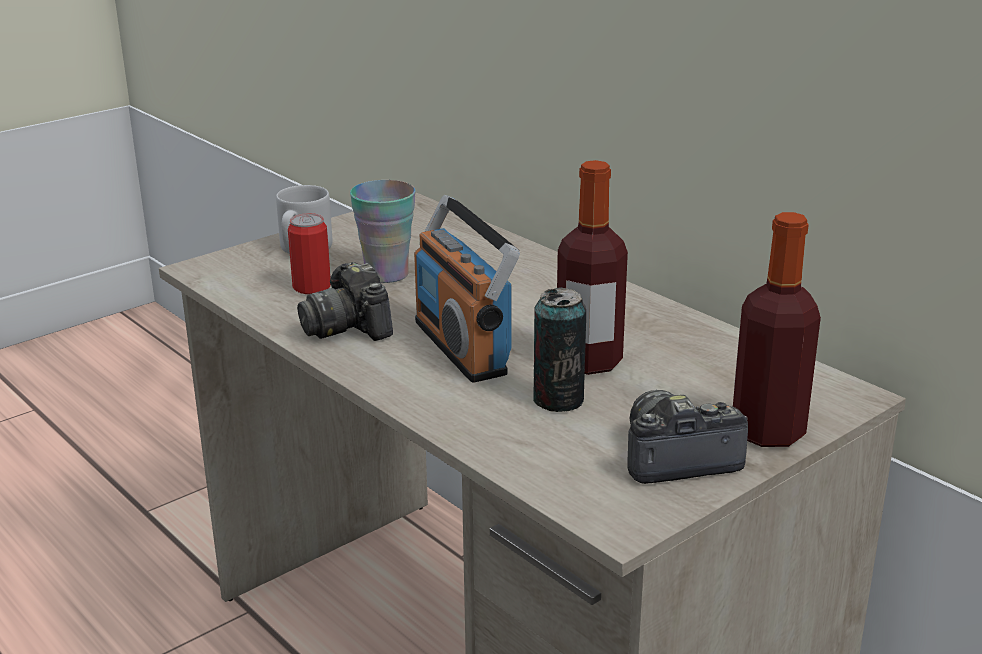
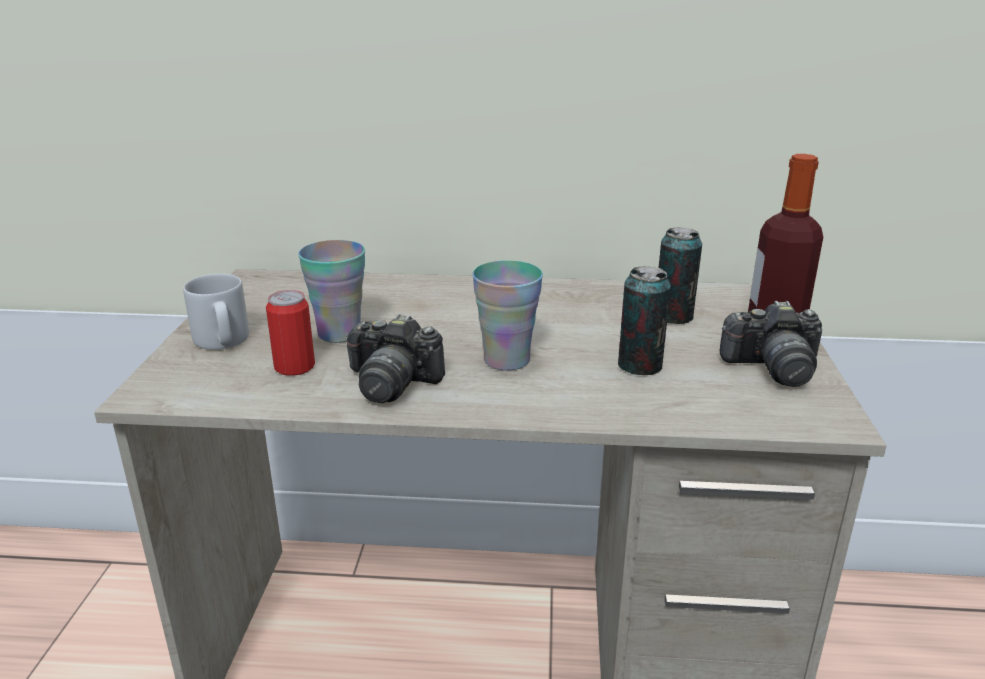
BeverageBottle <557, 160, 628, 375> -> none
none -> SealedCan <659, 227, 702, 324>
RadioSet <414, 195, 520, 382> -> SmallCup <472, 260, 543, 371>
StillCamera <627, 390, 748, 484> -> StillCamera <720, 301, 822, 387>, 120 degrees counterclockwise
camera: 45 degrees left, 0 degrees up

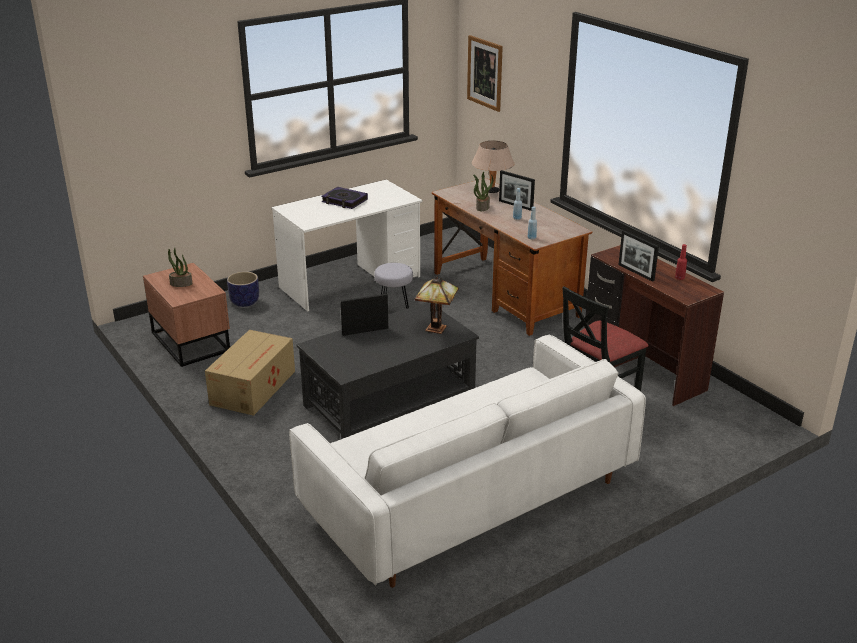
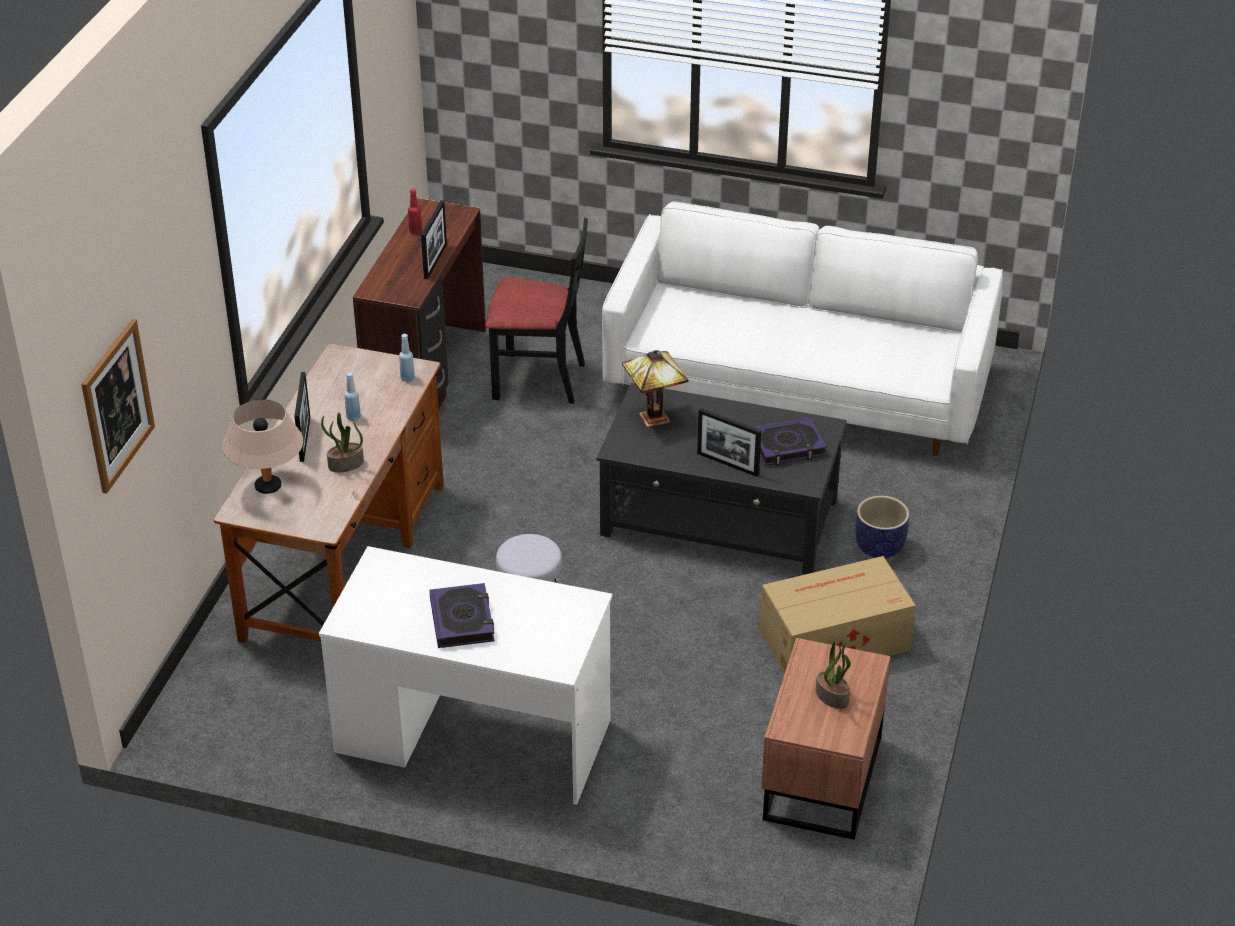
none -> Book <753, 417, 827, 466>
Planter <227, 271, 259, 307> -> Planter <855, 496, 910, 559>, relocated
camera: 130 degrees left, 10 degrees up

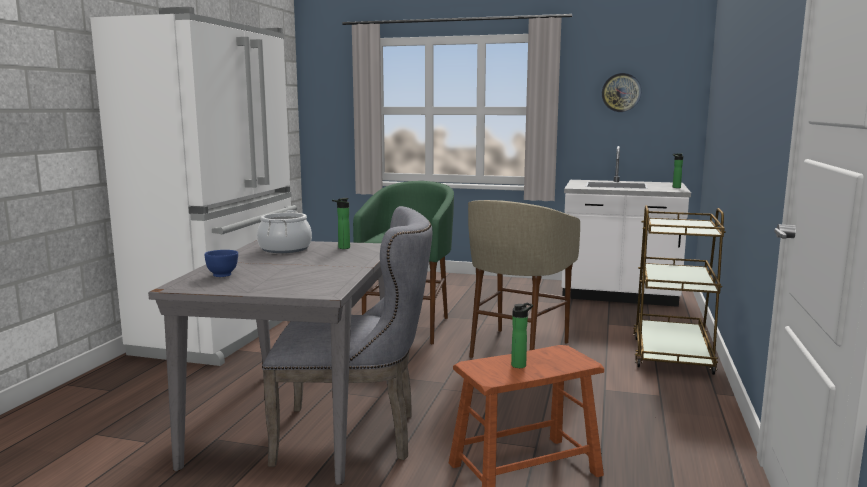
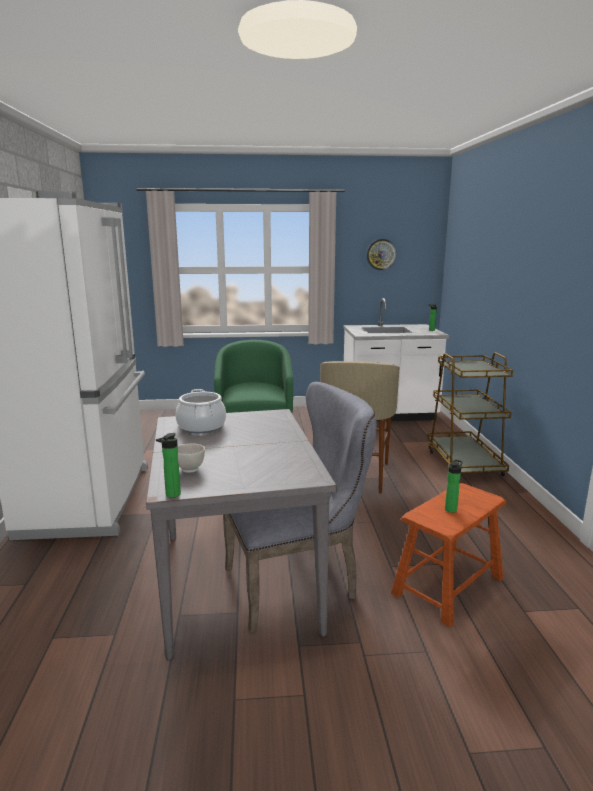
BeverageBottle <332, 198, 350, 249> -> BeverageBottle <156, 433, 181, 498>, relocated
BluishServingBowl <205, 250, 238, 277> -> WhitishServingBowl <178, 443, 205, 473>
camera: 20 degrees left, 5 degrees up

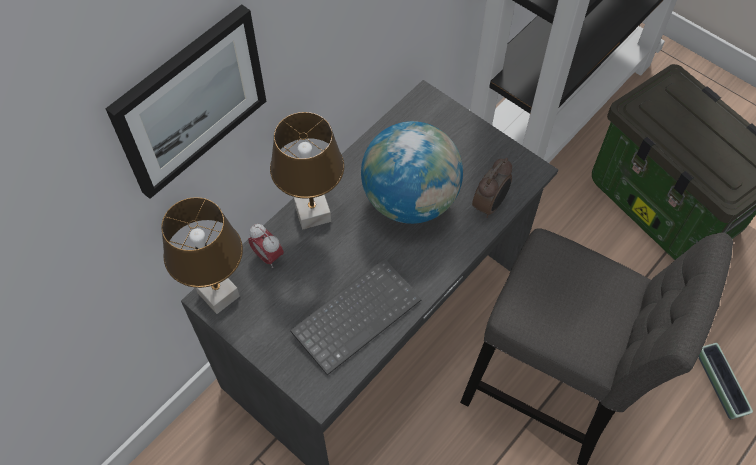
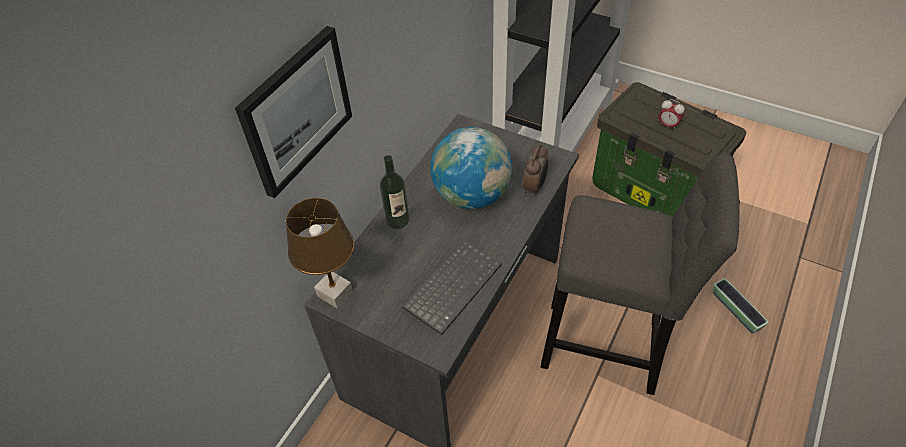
AlarmClock <249, 224, 284, 268> -> AlarmClock <659, 99, 685, 131>, relocated
BrownTabletopLamp <270, 112, 344, 229> -> BeverageBottle <380, 155, 410, 229>
camera: 10 degrees left, 10 degrees down

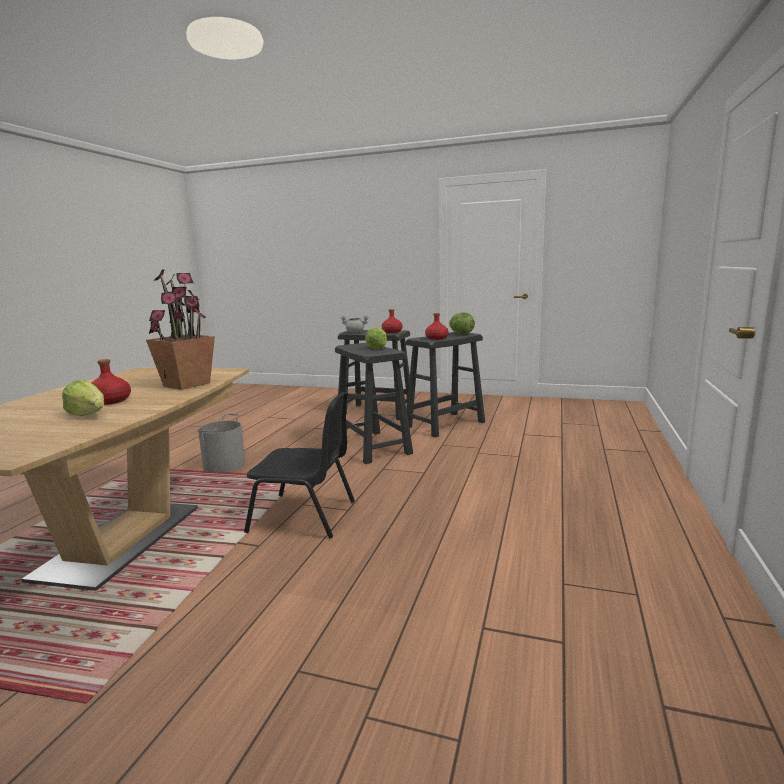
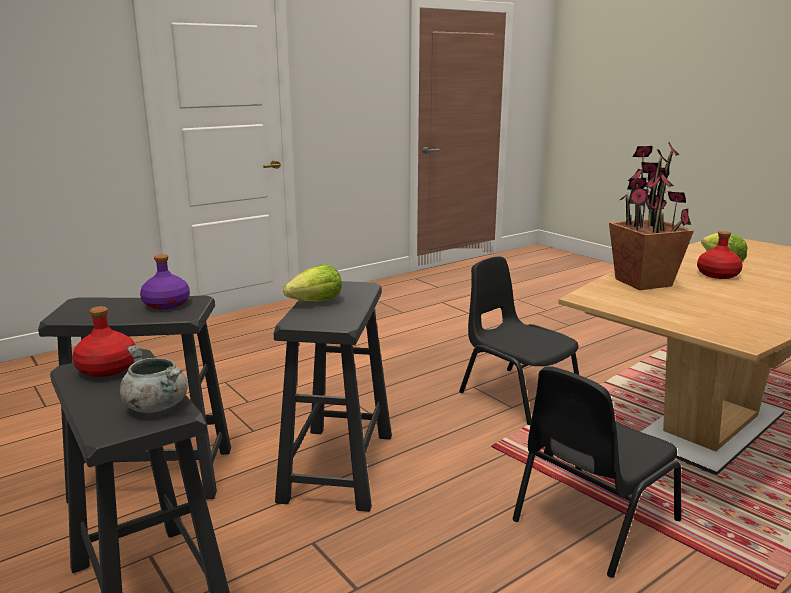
LettuceHead <449, 312, 475, 334> -> none
GreyWaterBucket <197, 414, 246, 472> -> BlackishUprightChair <513, 366, 681, 578>
RedColouredBeverageBottle <425, 313, 449, 340> -> PurplishBeverageBottle <140, 254, 190, 310>
camera: 145 degrees left, 5 degrees up

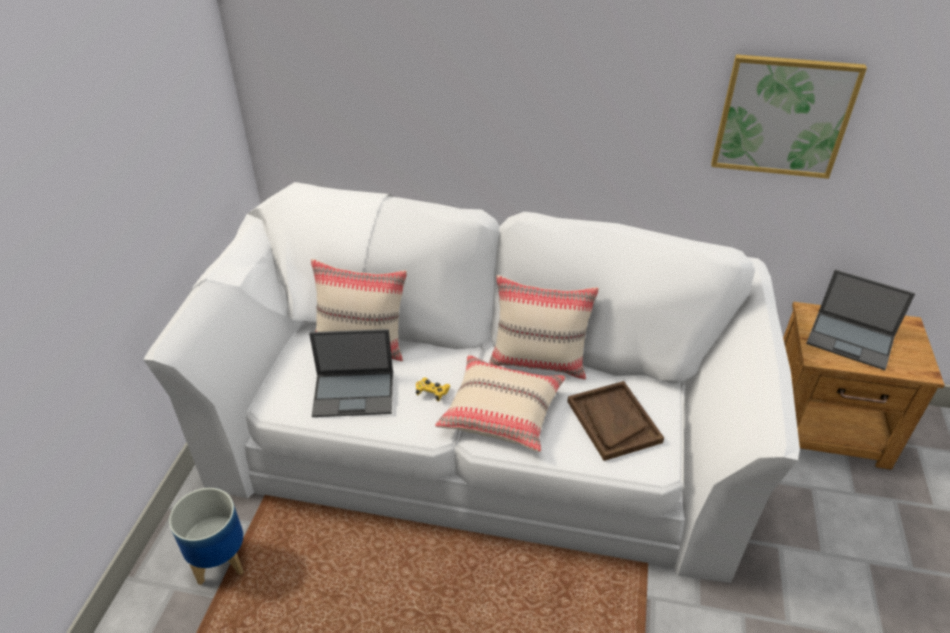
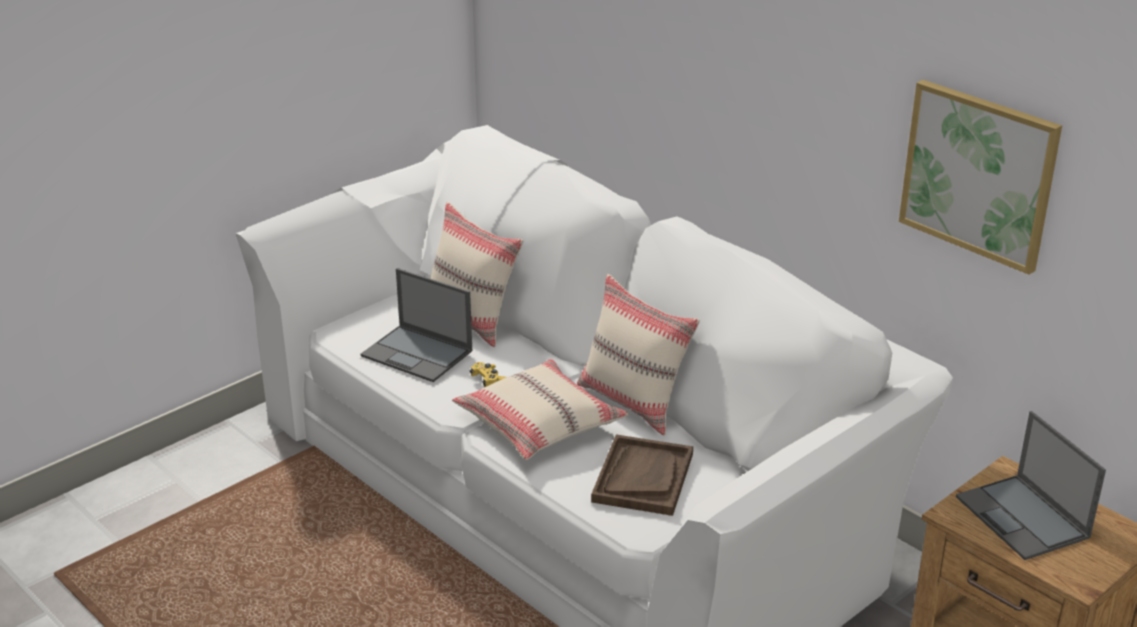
Planter <169, 488, 244, 585> -> none
camera: 35 degrees right, 10 degrees down

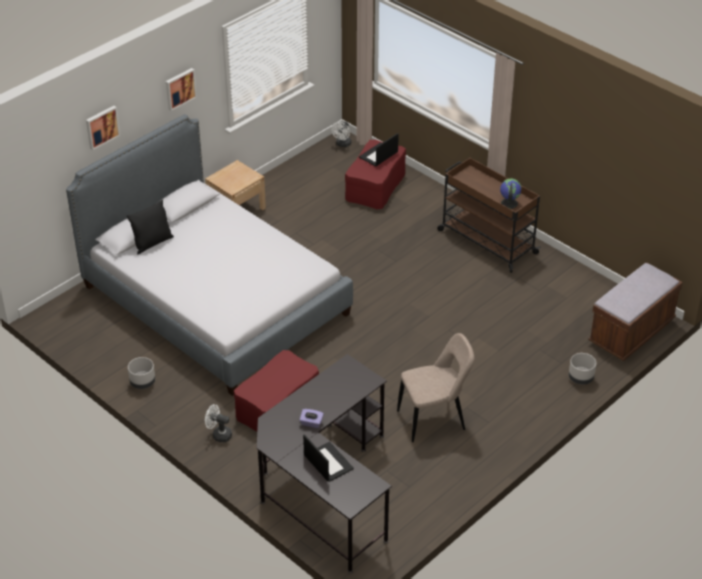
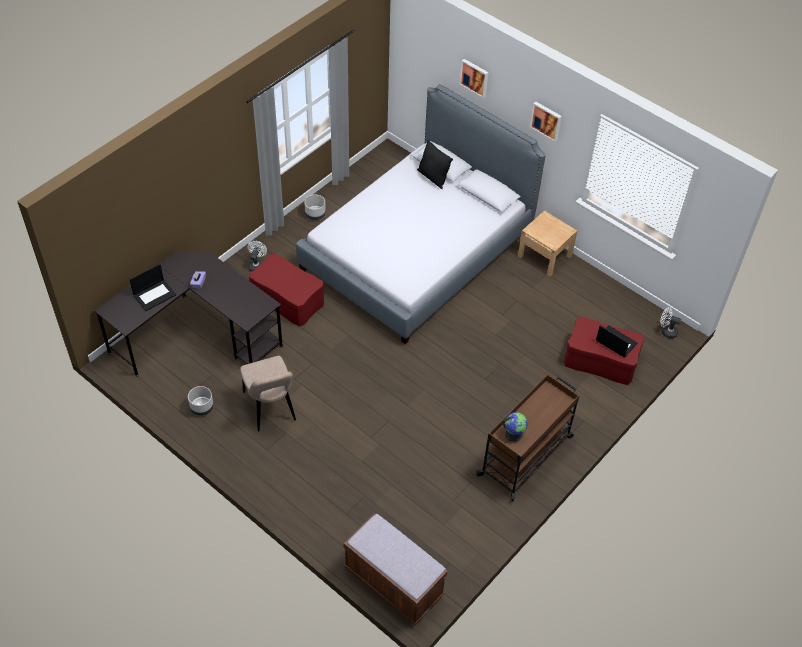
GreyPlanter <569, 353, 596, 385> -> GreyPlanter <188, 386, 214, 416>, relocated
camera: 85 degrees right, 10 degrees up

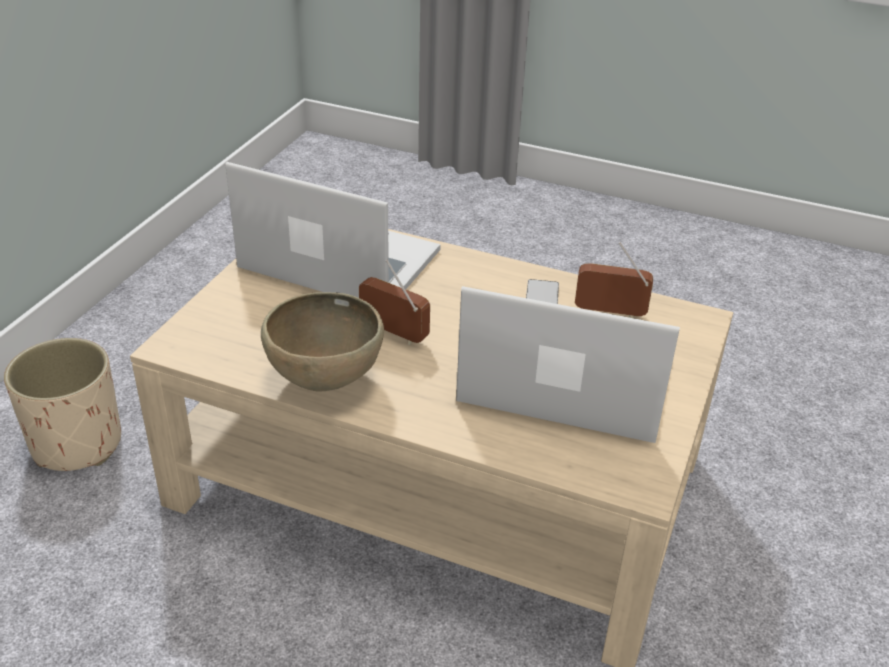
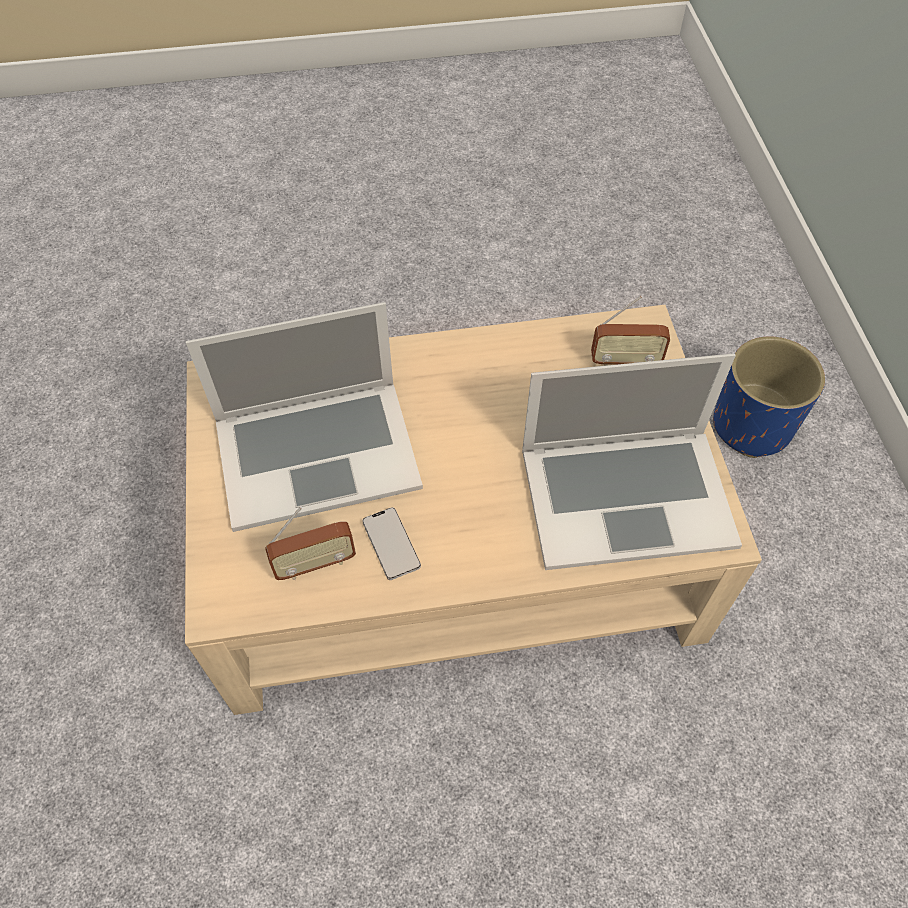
BrownServingBowl <261, 292, 384, 391> -> none
RadioSet <359, 260, 430, 345> -> RadioSet <591, 296, 670, 366>, relocated
BeigeColouredPlanter <4, 338, 121, 471> -> BluishPlanter <713, 336, 825, 458>
camera: 150 degrees right, 20 degrees up

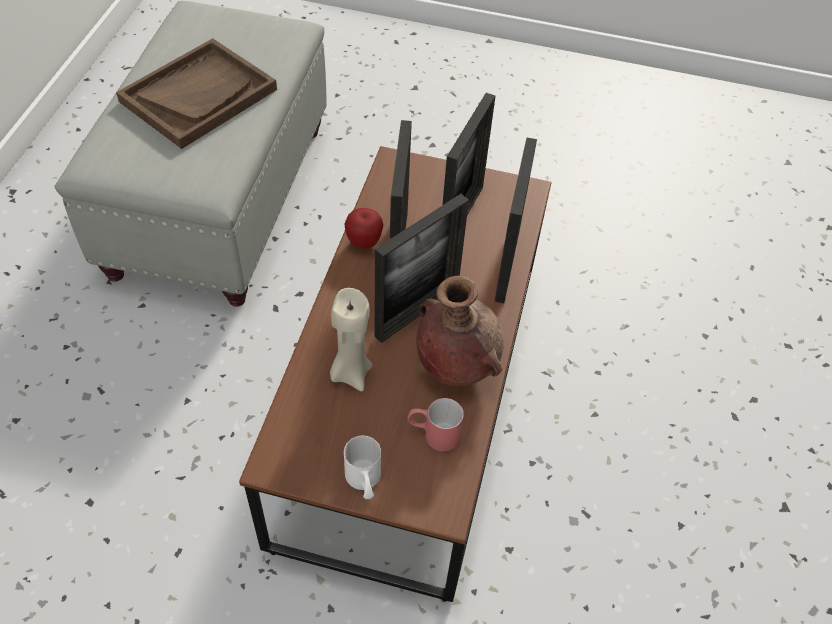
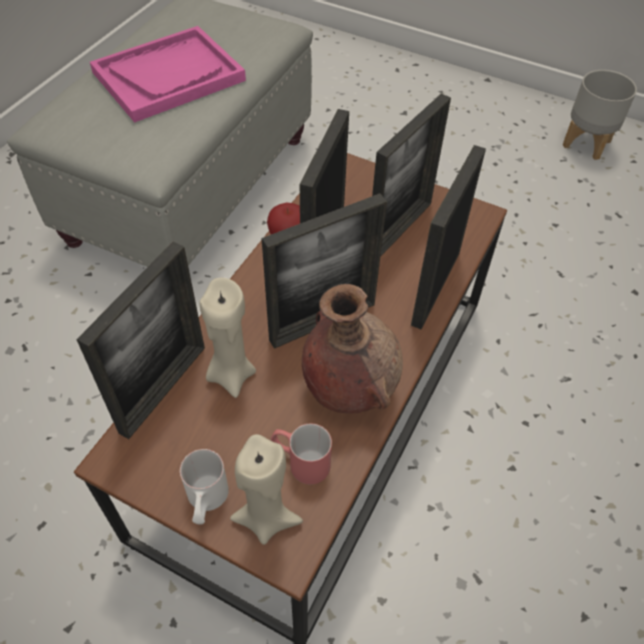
none -> StandingFrame <76, 242, 205, 439>
none -> BeigeColouredWaxLight <230, 434, 303, 545>
none -> GreyPlanter <563, 70, 637, 160>
BrownCarryingTray <116, 38, 277, 149> -> PinkCarryingTray <90, 26, 246, 123>
camera: 15 degrees right, 0 degrees up

